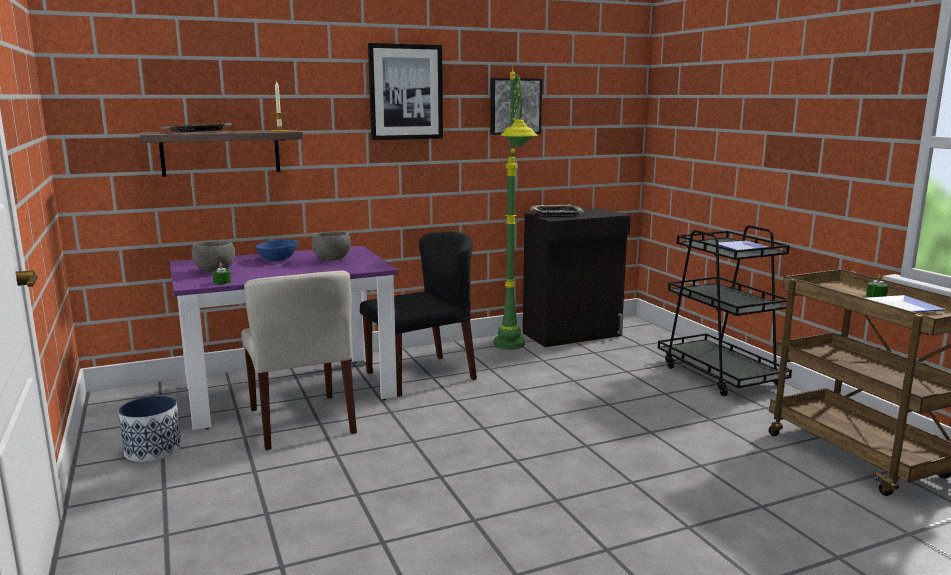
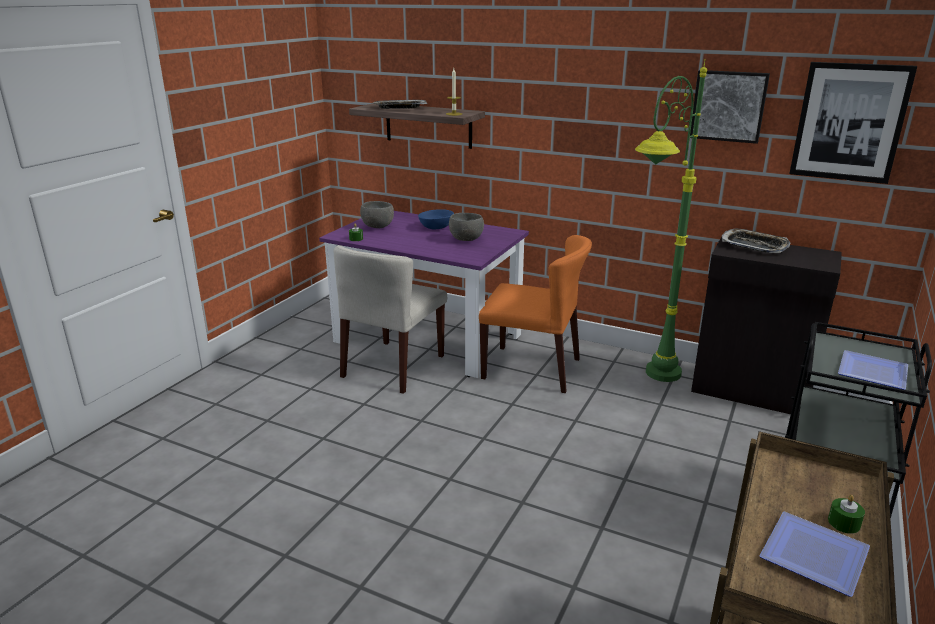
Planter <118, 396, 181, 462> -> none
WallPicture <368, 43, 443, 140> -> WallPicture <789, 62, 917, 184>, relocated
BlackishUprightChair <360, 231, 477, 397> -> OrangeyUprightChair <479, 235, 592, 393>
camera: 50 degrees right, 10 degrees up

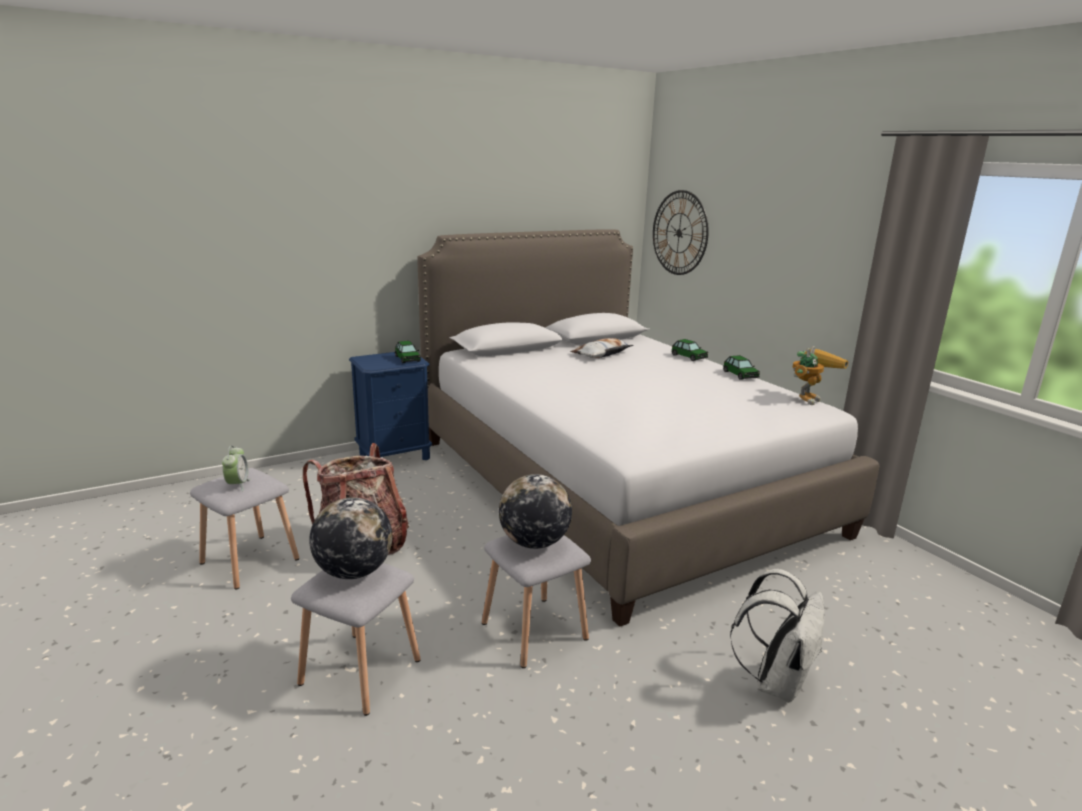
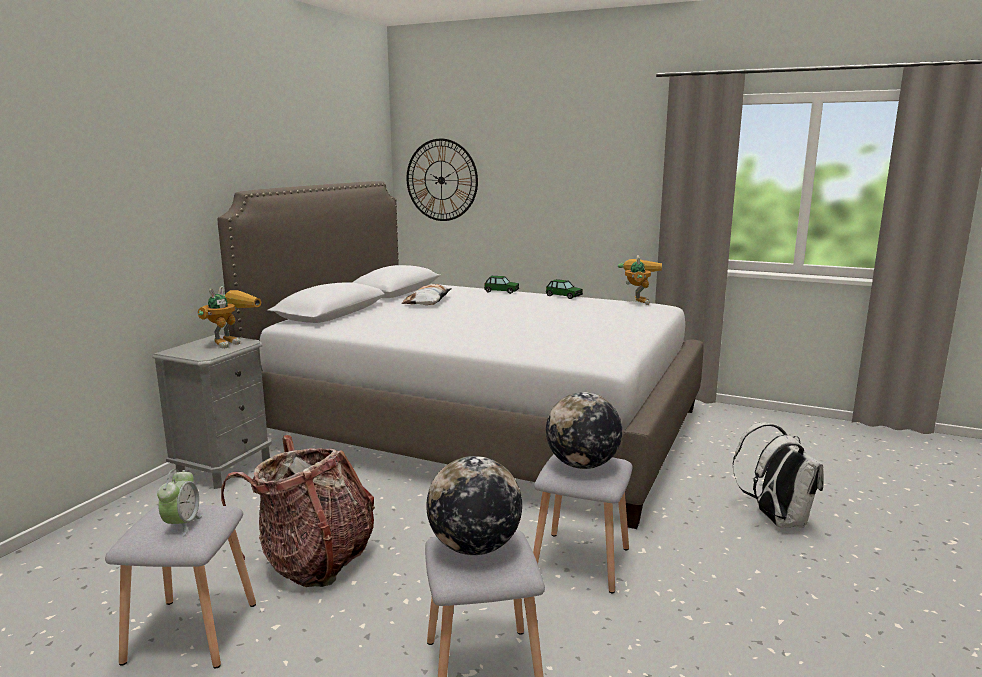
ModelCar <395, 341, 421, 363> -> RobotFigure <198, 286, 261, 349>
BluishBedsideTable <349, 352, 432, 460> -> GreyBedsideTable <152, 335, 272, 489>
AlarmClock <222, 446, 250, 492> -> AlarmClock <157, 469, 203, 536>, 45 degrees clockwise
camera: 35 degrees left, 5 degrees down

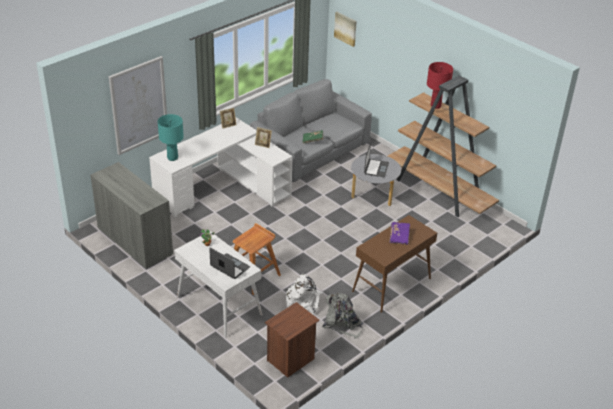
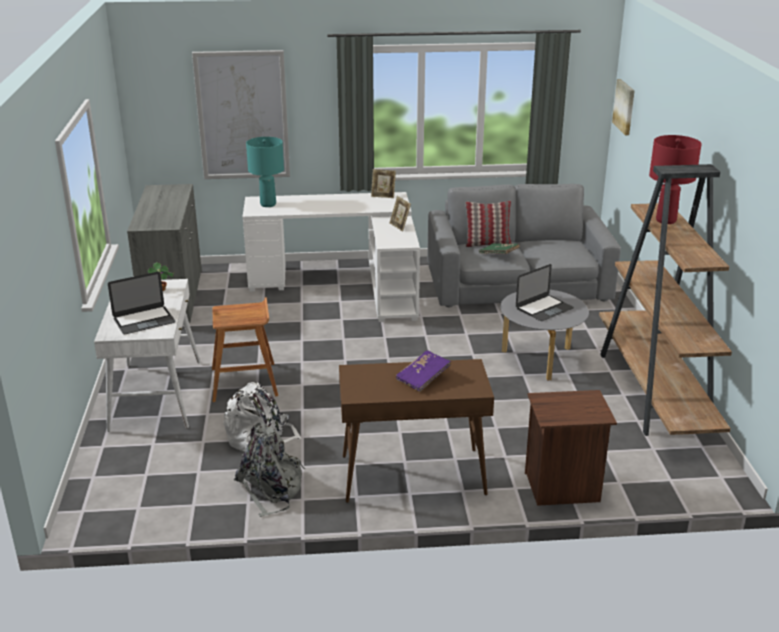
none -> ThrowPillow <465, 201, 512, 247>
BrownBedsideTable <265, 302, 320, 377> -> BrownBedsideTable <525, 390, 617, 506>, relocated
Laptop <209, 247, 250, 279> -> Laptop <108, 272, 176, 334>, 75 degrees clockwise
camera: 40 degrees right, 10 degrees down

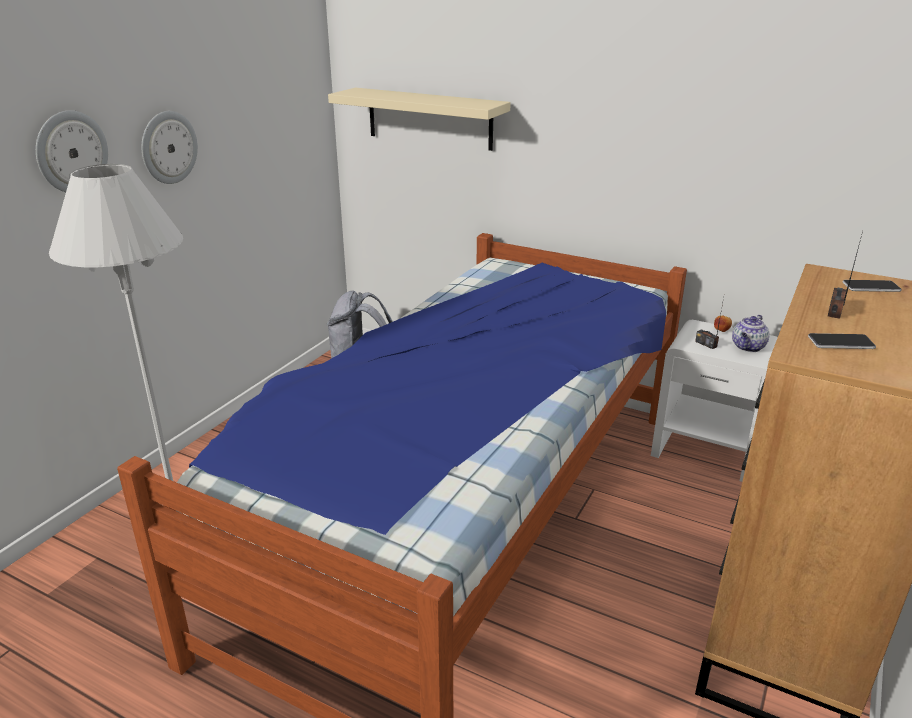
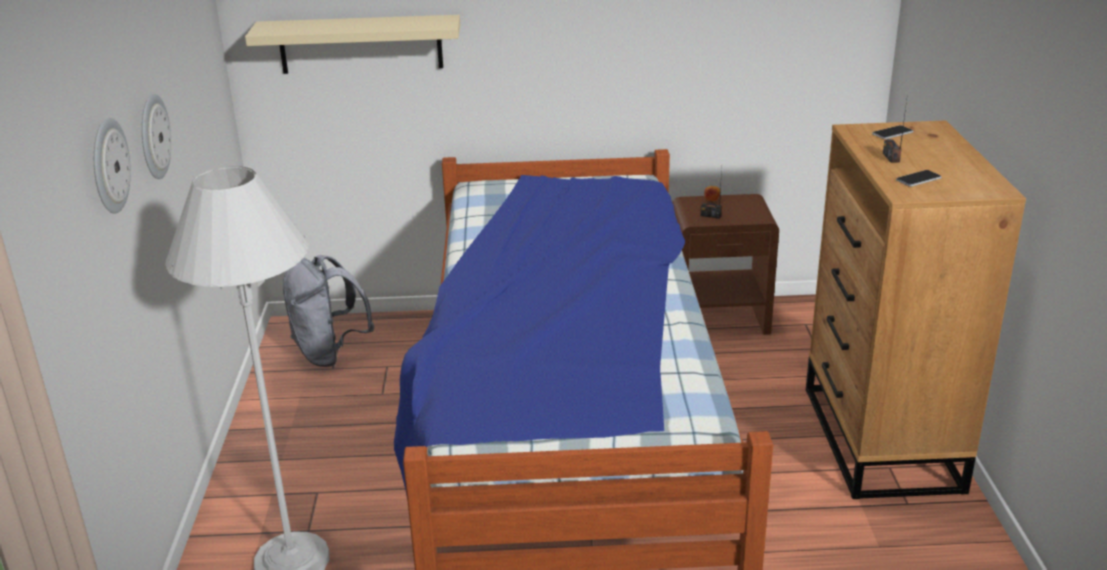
Teapot <732, 315, 769, 352> -> none
WhitishBedsideTable <651, 320, 778, 482> -> BrownBedsideTable <672, 194, 779, 335>
camera: 30 degrees left, 0 degrees up

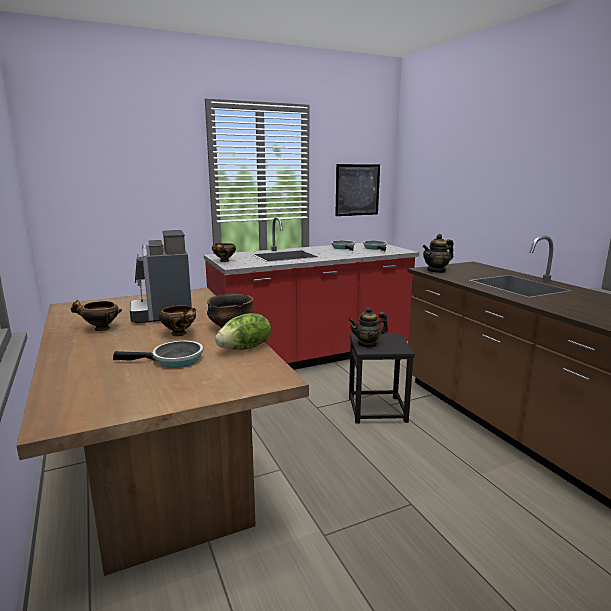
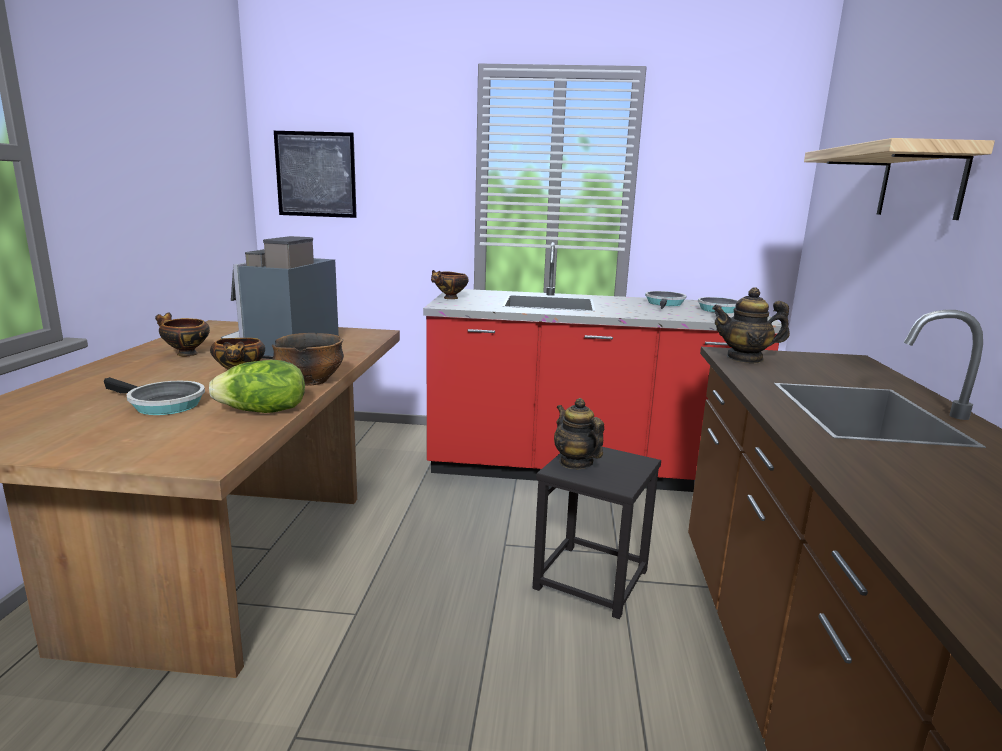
none -> Shelf <804, 138, 995, 220>
WallPicture <335, 164, 380, 216> -> WallPicture <274, 131, 357, 218>, relocated
Teapot <348, 307, 388, 348> -> Teapot <554, 398, 604, 469>, 45 degrees clockwise
camera: 30 degrees right, 0 degrees up

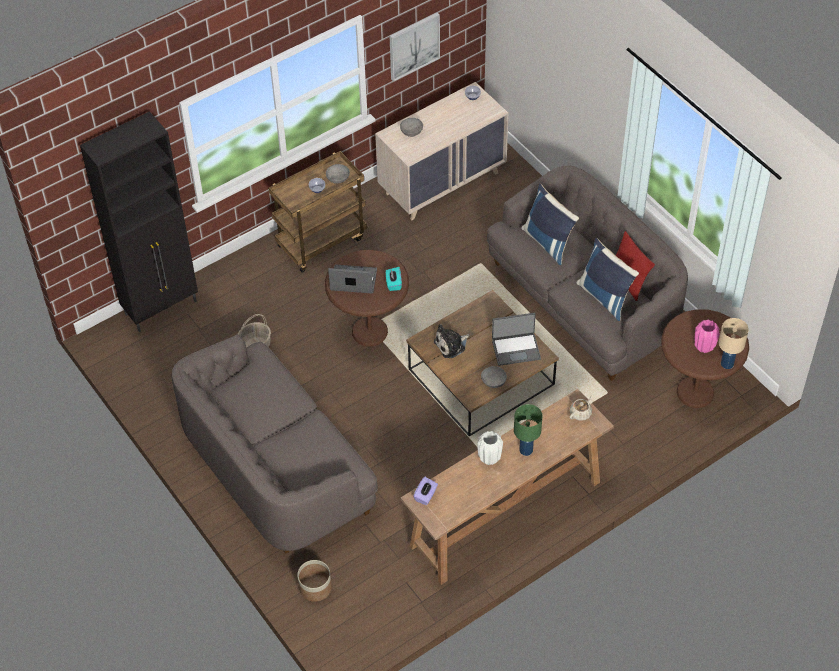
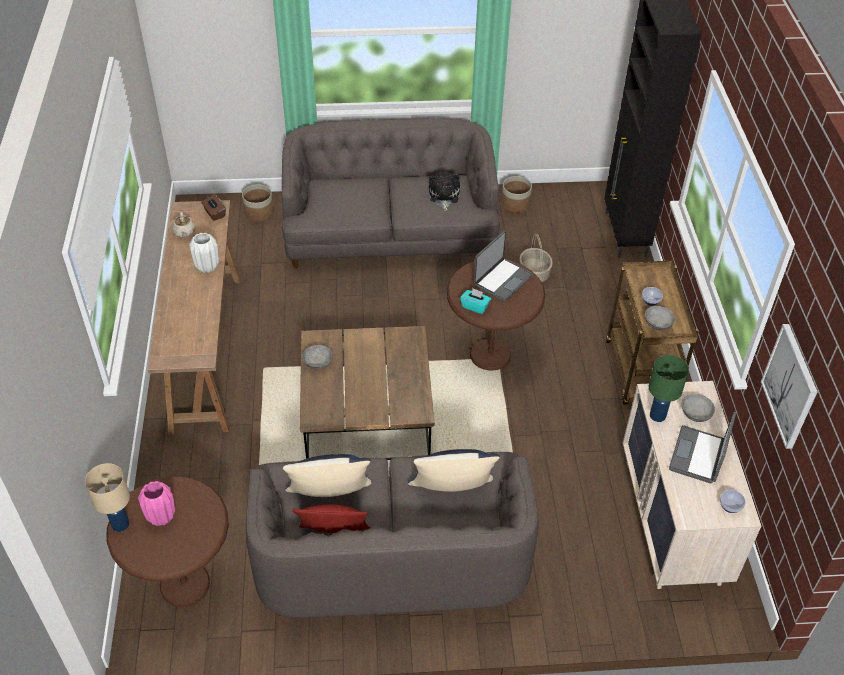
none -> Planter <501, 176, 532, 213>
PlushToy <434, 324, 469, 358> -> PlushToy <429, 172, 460, 211>, relocated
Laptop <492, 313, 541, 366> -> Laptop <669, 412, 736, 484>, relocated
GreenishTabletopLamp <514, 404, 542, 456> -> GreenishTabletopLamp <648, 355, 689, 422>, relocated
BeigeColouredTeapot <570, 394, 594, 421> -> BeigeColouredTeapot <172, 212, 196, 237>, relocated
PurplishBoxOfTissues <413, 477, 438, 505> -> BrownBoxOfTissues <201, 194, 226, 221>
camera: 120 degrees right, 5 degrees down

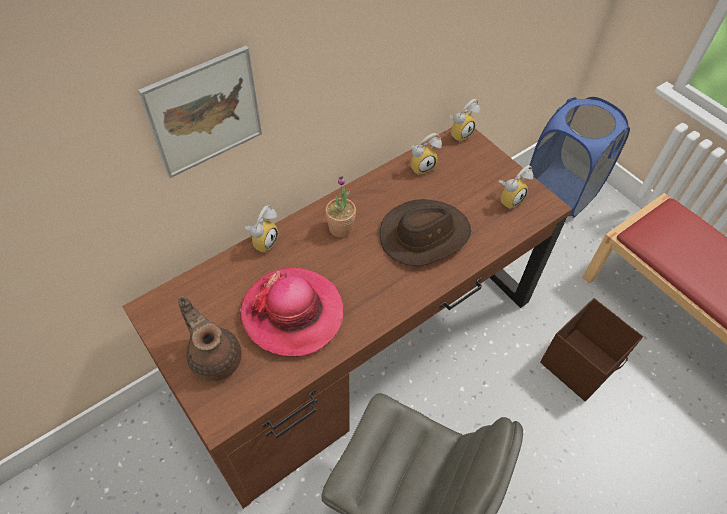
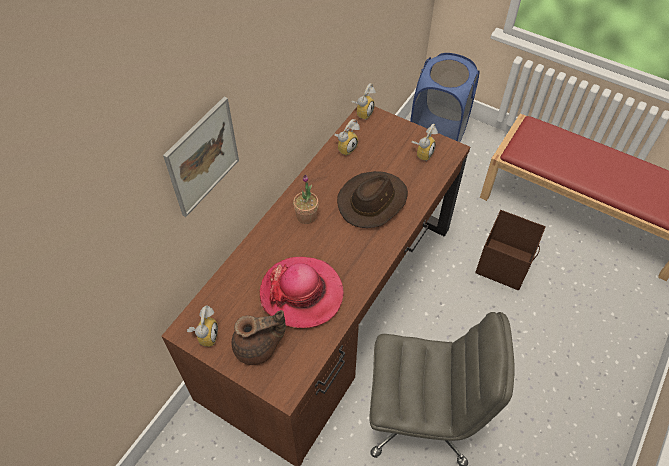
AlarmClock <244, 205, 278, 253> -> AlarmClock <187, 305, 218, 347>, relocated
BrownTeapot <178, 296, 242, 381> -> BrownTeapot <232, 310, 286, 365>, 135 degrees clockwise
camera: 20 degrees left, 0 degrees up

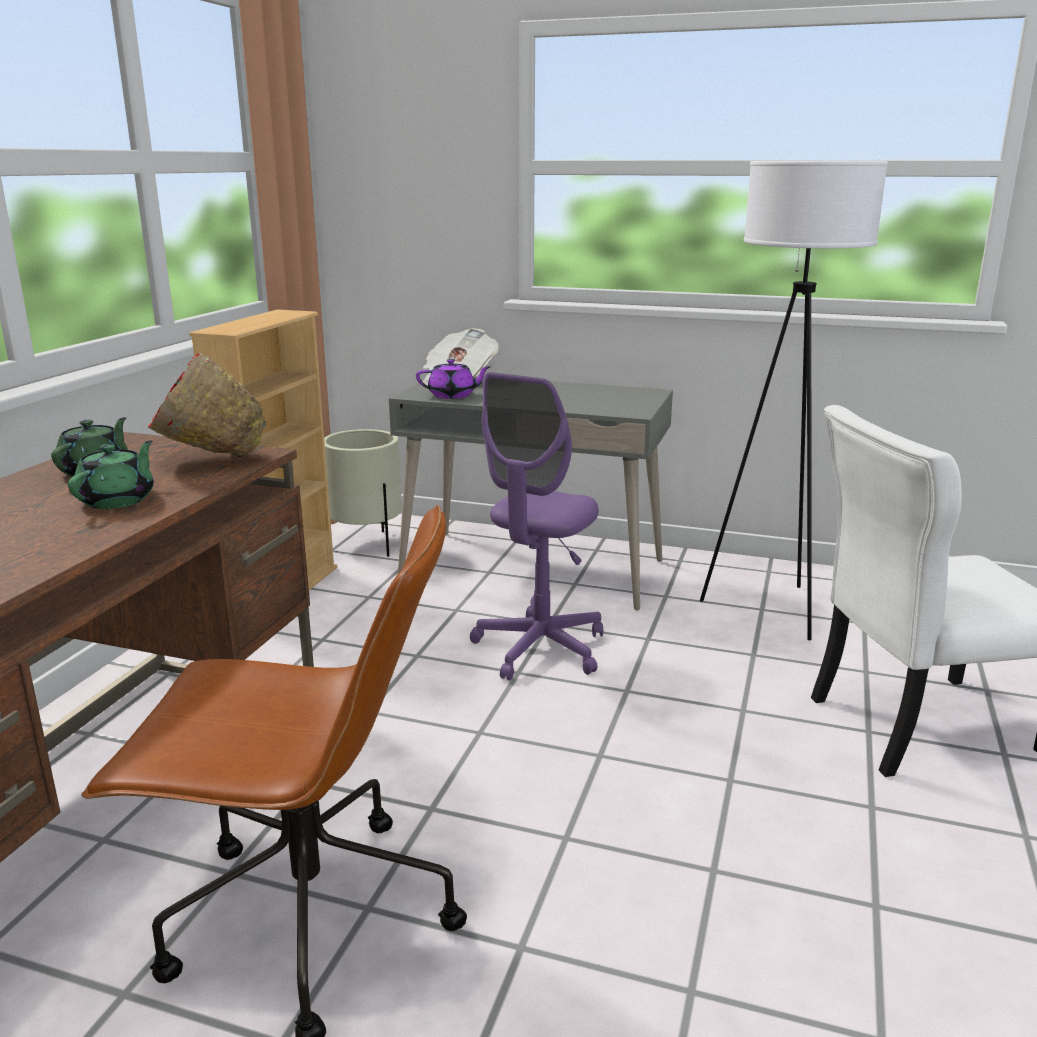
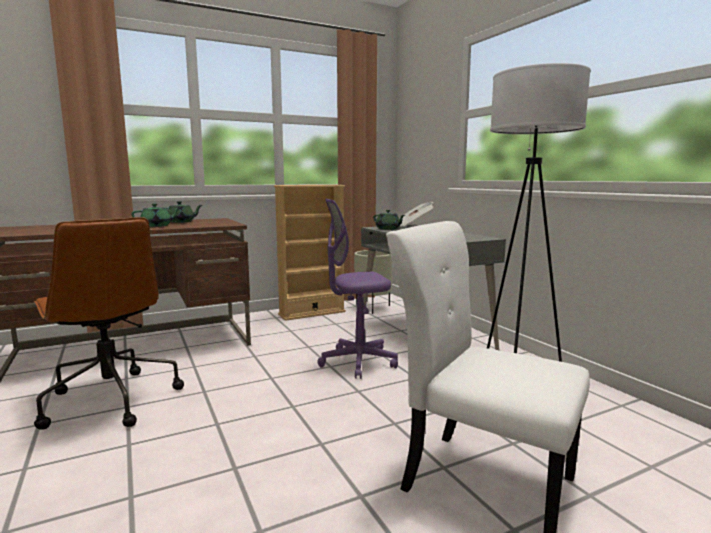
RedColouredServingBowl <148, 353, 266, 458> -> none
PurplishTeapot <416, 359, 491, 399> -> GreenishTeapot <373, 210, 405, 230>
camera: 45 degrees right, 10 degrees down

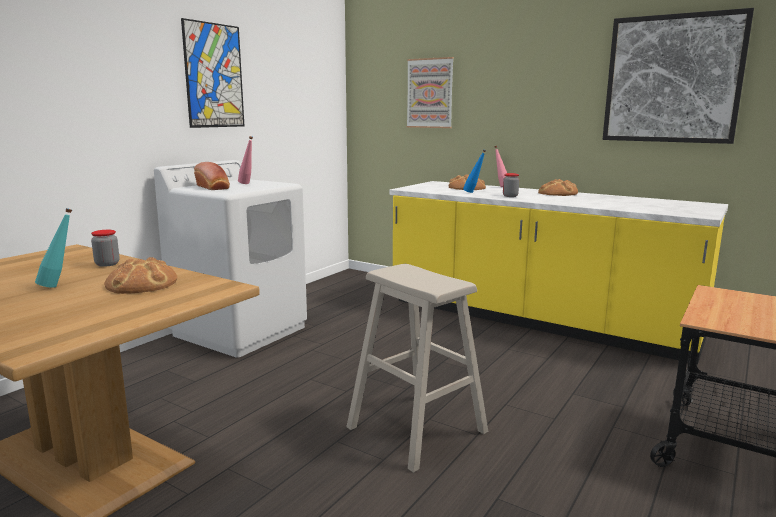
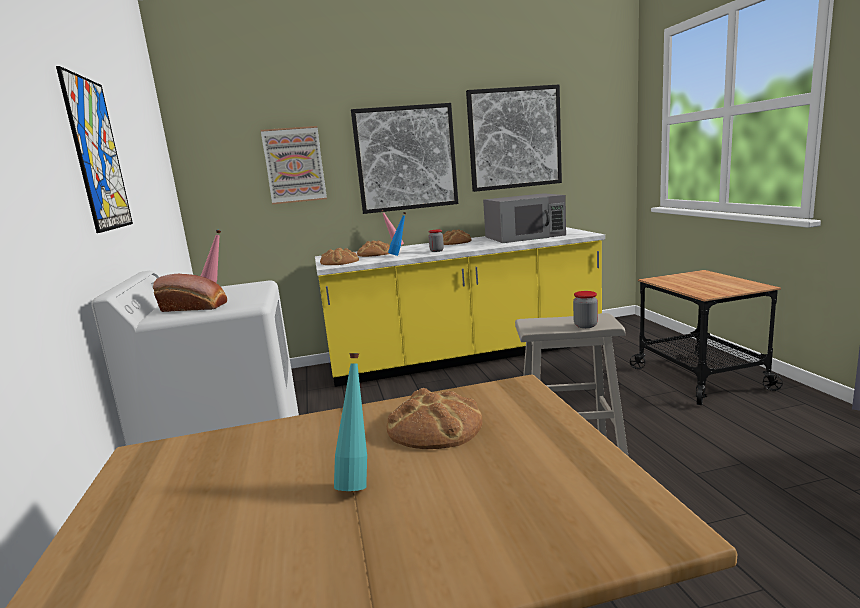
none -> BakedBread <320, 248, 359, 265>
none -> WallPicture <351, 103, 458, 214>
none -> GreyMicrowaveOven <483, 193, 566, 243>
StorageJar <91, 230, 119, 267> -> StorageJar <573, 291, 598, 328>, relocated
camera: 45 degrees left, 0 degrees up

